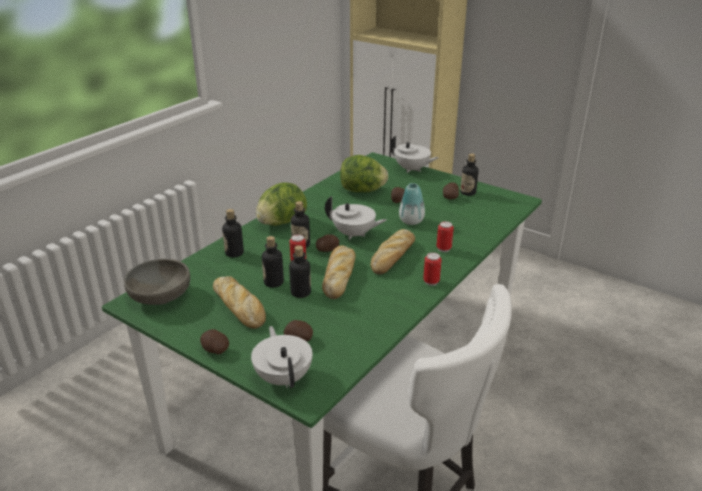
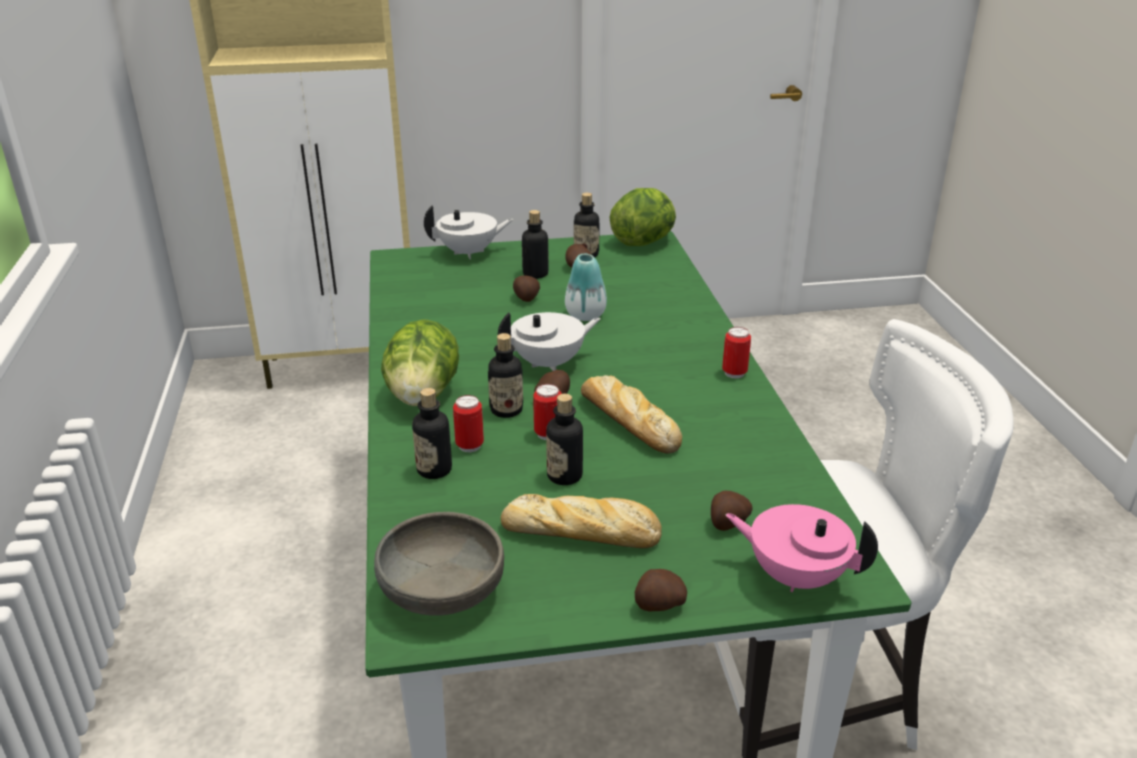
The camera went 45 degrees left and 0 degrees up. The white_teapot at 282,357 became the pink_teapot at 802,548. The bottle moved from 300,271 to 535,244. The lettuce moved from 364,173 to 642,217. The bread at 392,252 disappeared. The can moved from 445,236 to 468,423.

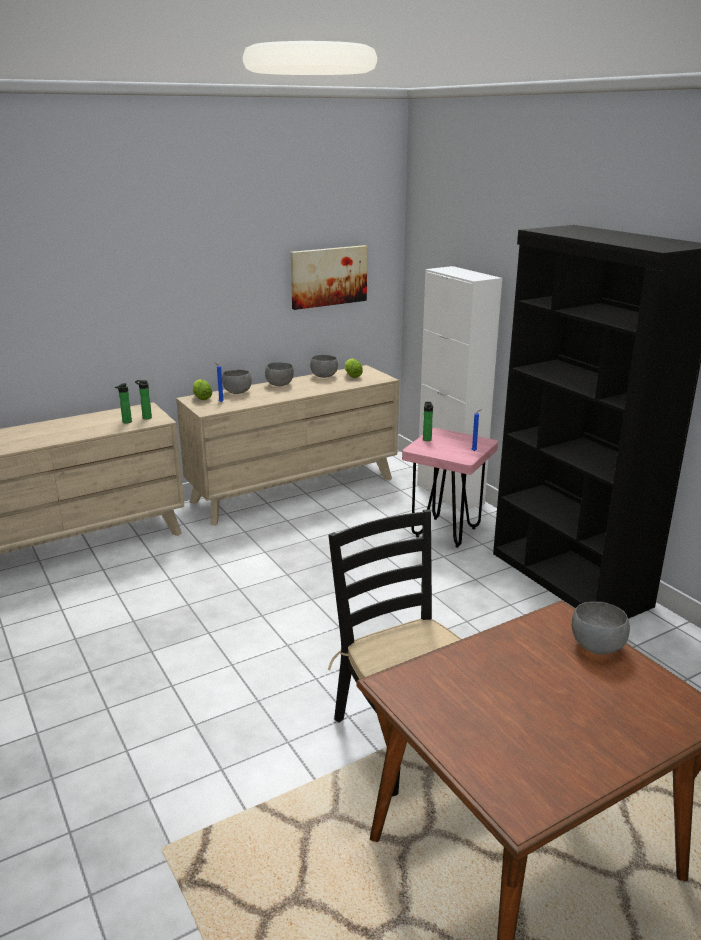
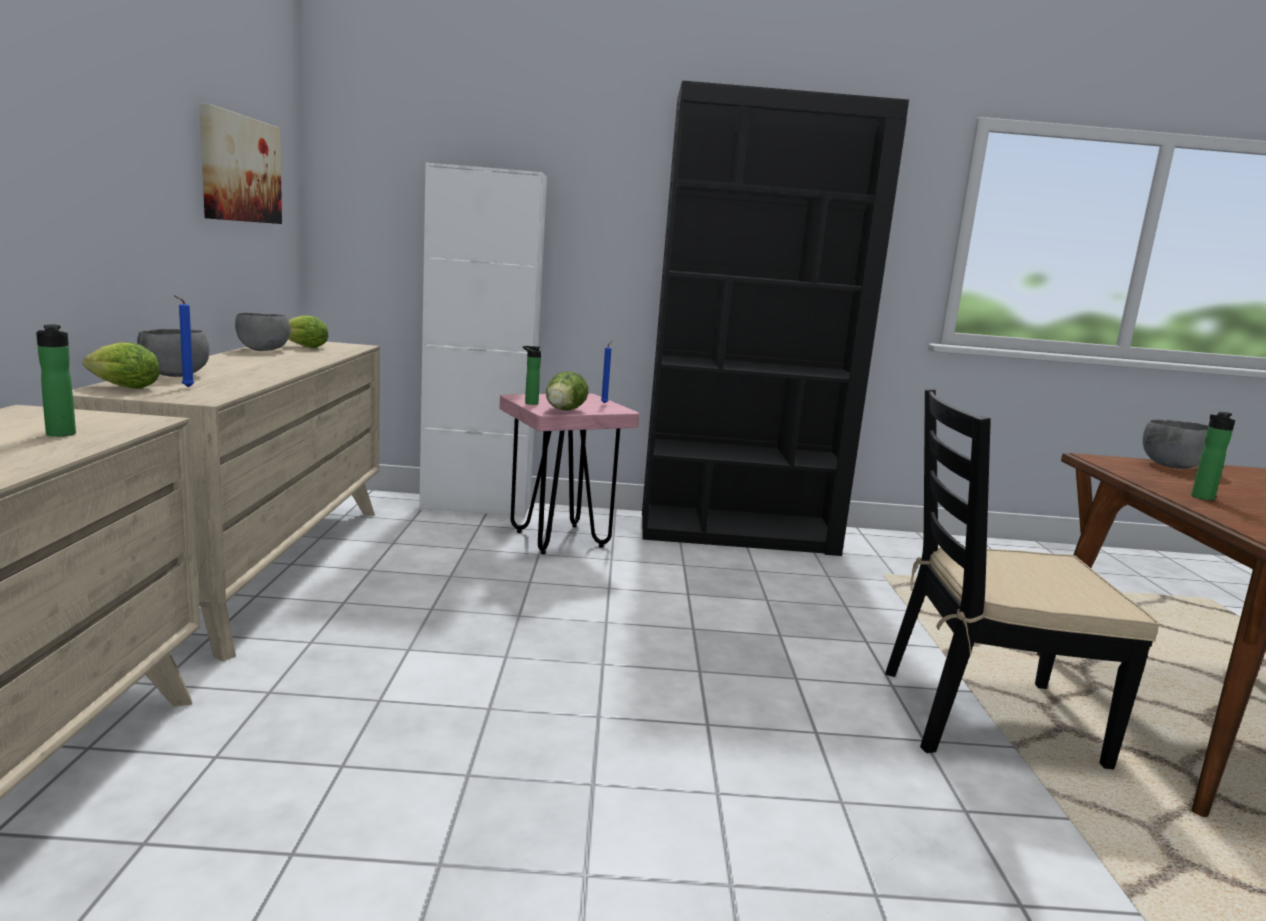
The camera went 60 degrees left and 10 degrees down. The bottle moved from 143,399 to 1213,456. The grey_bowl at 279,374 disappeared. The lettuce at 567,390 appeared.

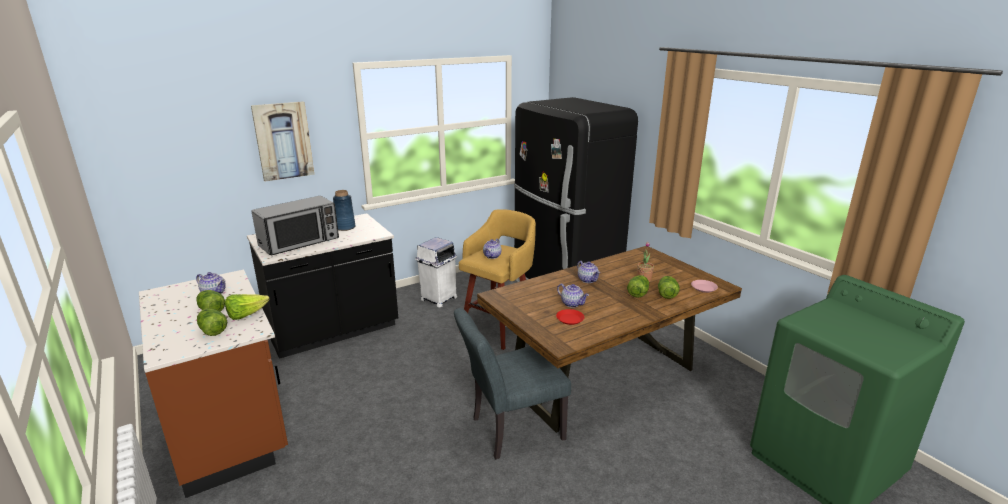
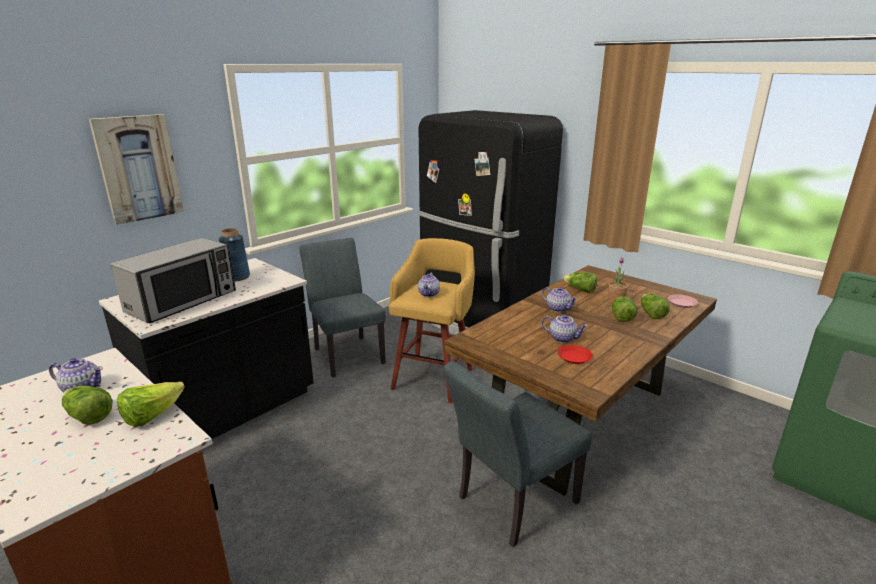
The camera went 15 degrees left and 0 degrees up. The lettuce moved from 212,322 to 579,282. The white_trash_can at 436,272 was replaced by the grey_chair at 343,308.

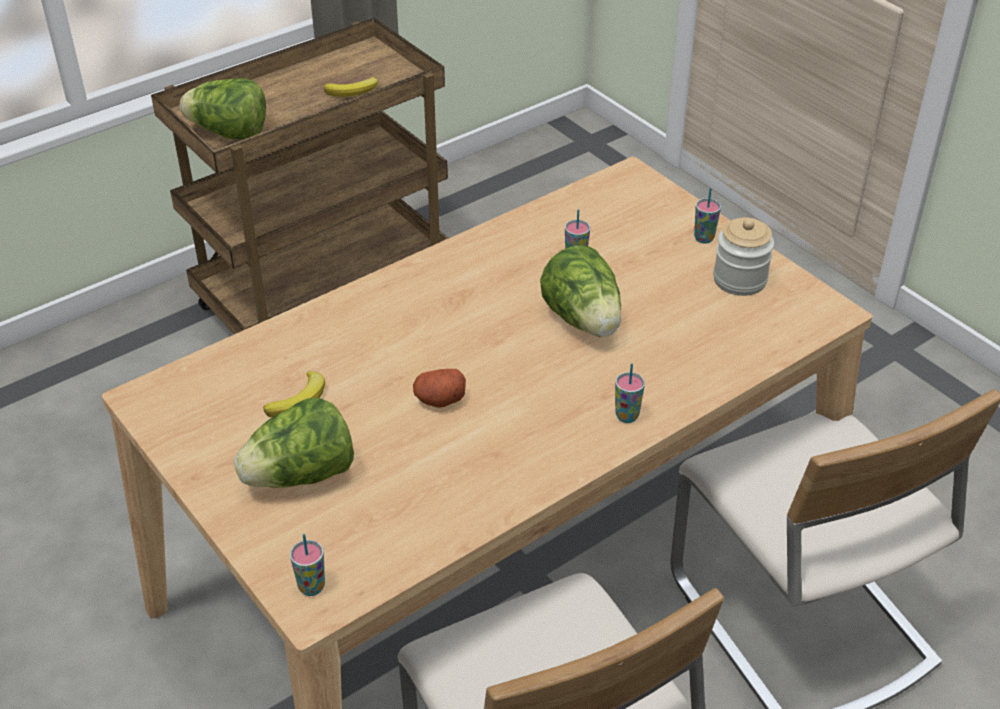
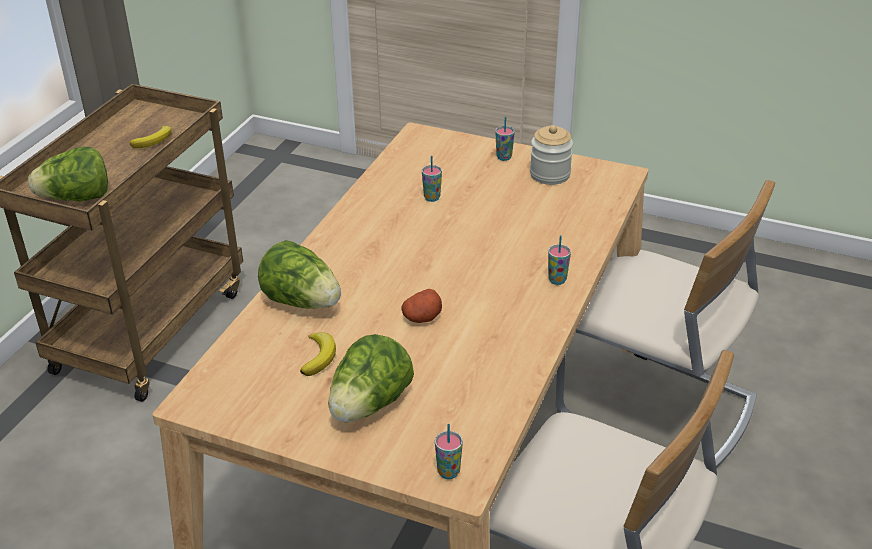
The camera went 30 degrees left and 5 degrees down. The lettuce moved from 580,291 to 299,274.

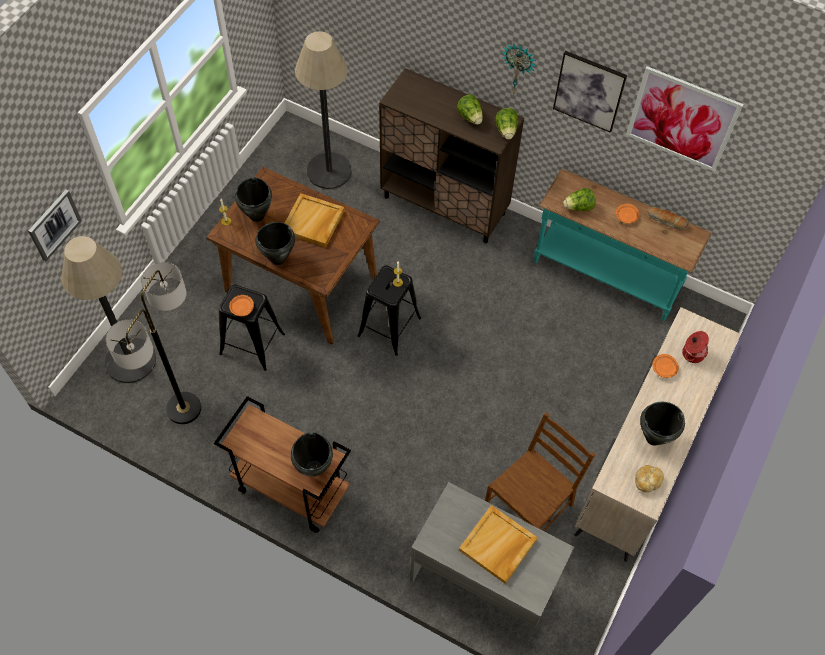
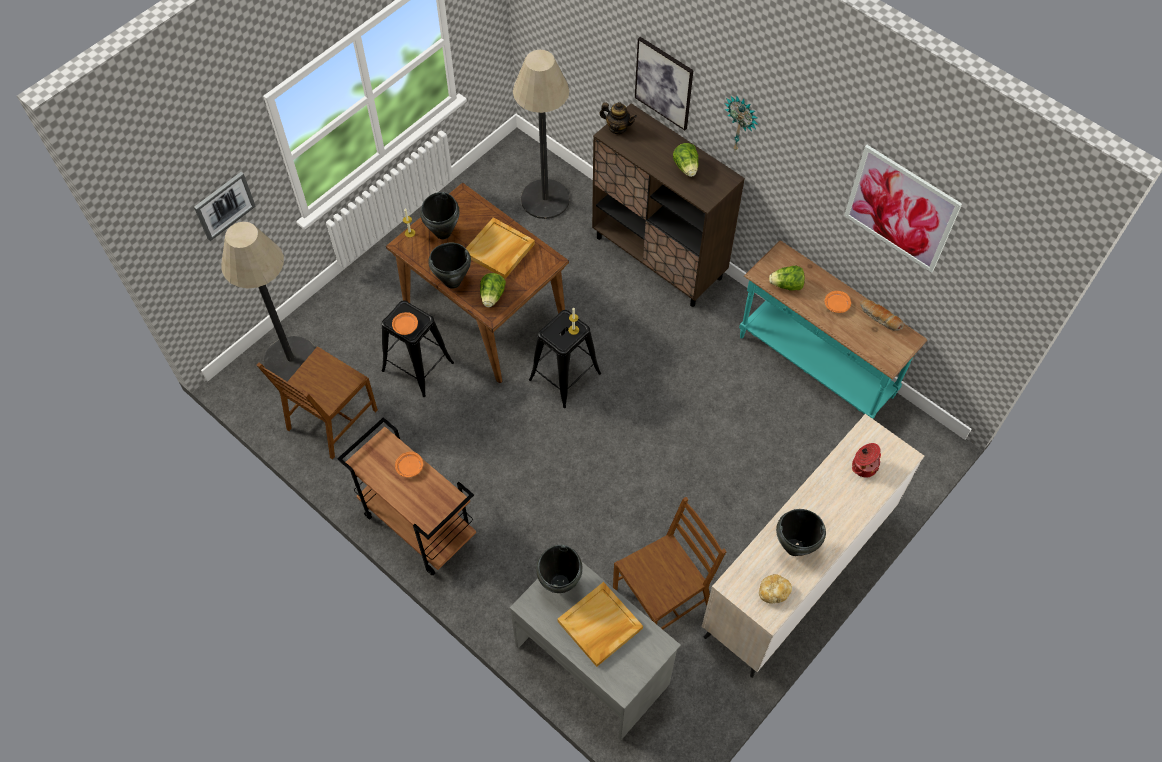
The camera went 15 degrees right and 0 degrees up. The floor_lamp at 153,343 was replaced by the brown_chair at 317,402. The black_cooking_pot moved from 312,454 to 559,569. The lettuce moved from 506,123 to 493,290. The picture moved from 590,92 to 664,84. The orange_plate moved from 665,366 to 409,464. The teapot at 618,118 appeared.

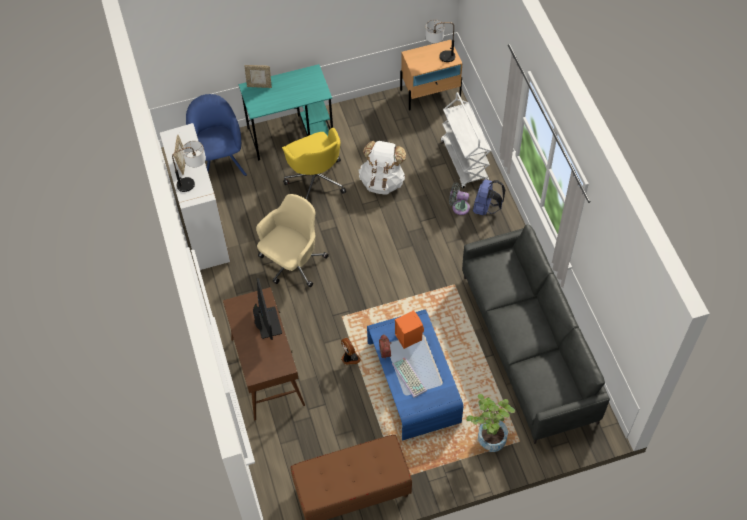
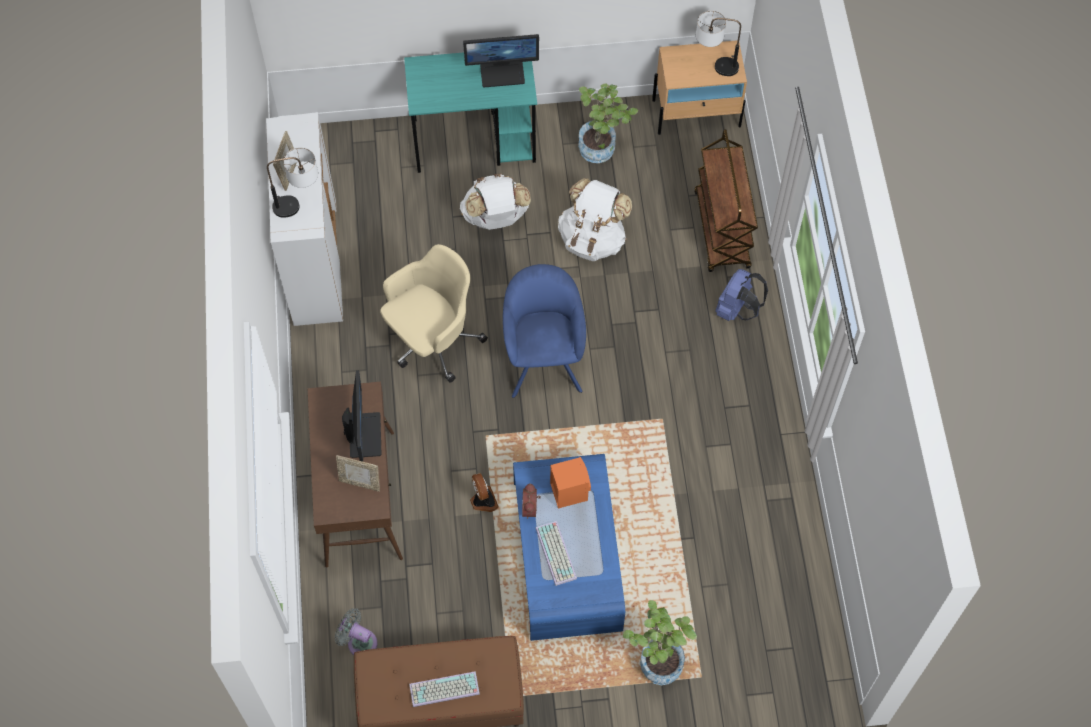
The camera went 10 degrees right and 5 degrees up. The blue_armchair moved from 216,135 to 544,331. The picture_frame moved from 258,76 to 358,473. The yellow_office_chair at 314,164 was replaced by the white_backpack at 495,201. The white_cart at 466,140 became the brown_cart at 726,200. The grey_fan moved from 459,199 to 356,631. The grey_sofa at 536,334 disappeared. The keyboard at 444,689 appeared. The monitor at 501,60 appeared. The potted_plant at 608,123 appeared.

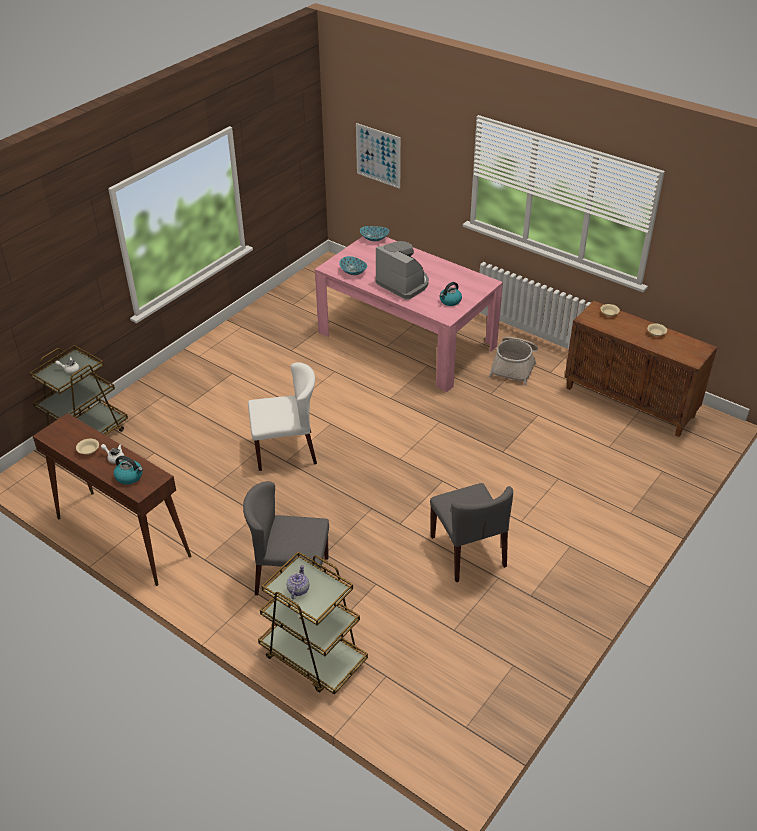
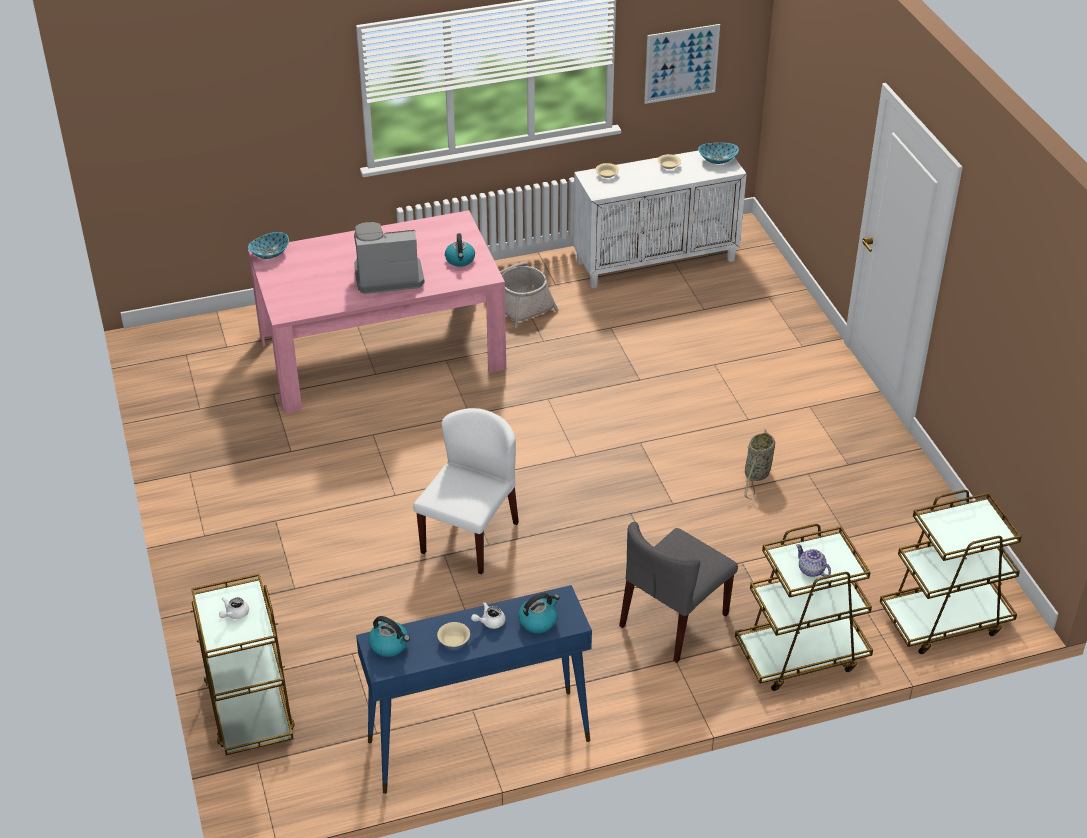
The camera went 55 degrees left and 0 degrees up. The brown_console_table at 112,499 became the blue_console_table at 474,689. The bowl moved from 353,265 to 718,153. The picture moved from 378,156 to 682,64. The grey_chair at 471,532 was replaced by the basket at 760,464. The brown_cabinet at 641,368 became the white_cabinet at 660,219. The kettle at 389,636 appeared. The brown_cart at 951,572 appeared.

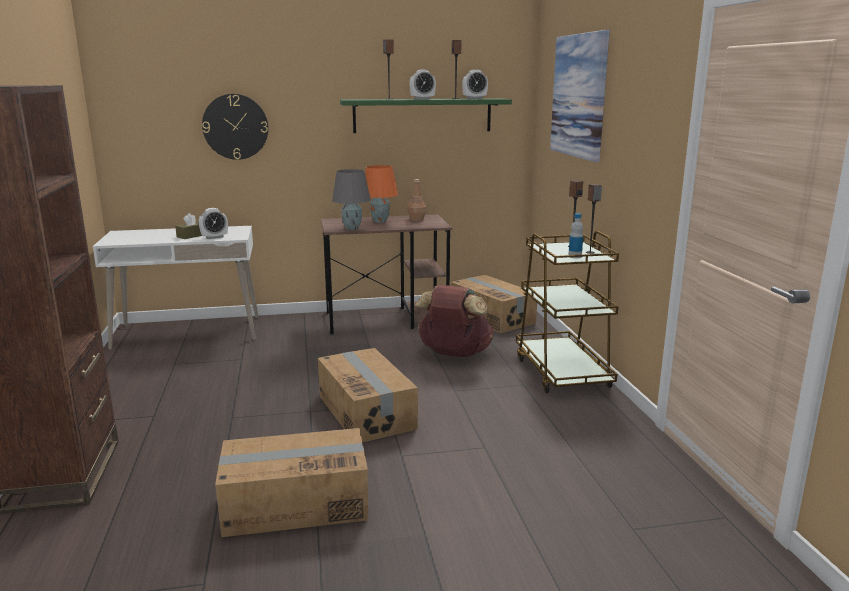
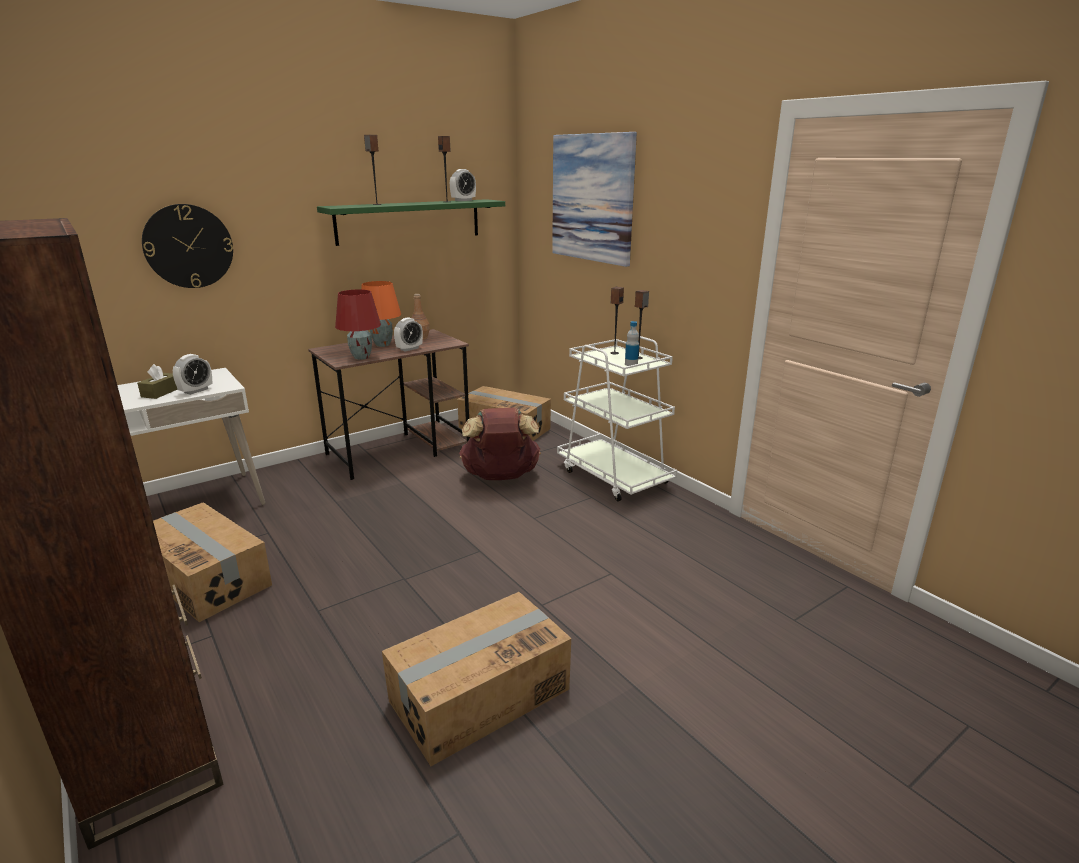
The camera went 25 degrees left and 5 degrees up. The cardboard_box moved from 368,395 to 212,562. The grey_table_lamp at 351,199 became the red_table_lamp at 358,324. The alarm_clock moved from 423,84 to 408,334. The brown_cart at 567,312 became the white_cart at 617,418.

